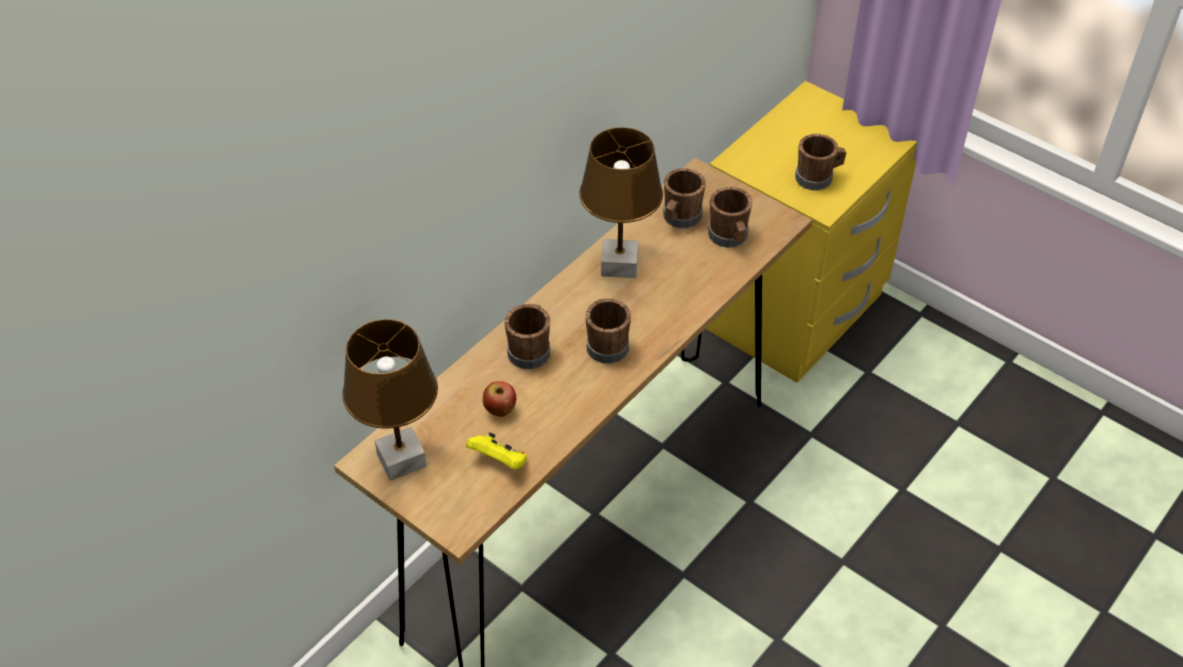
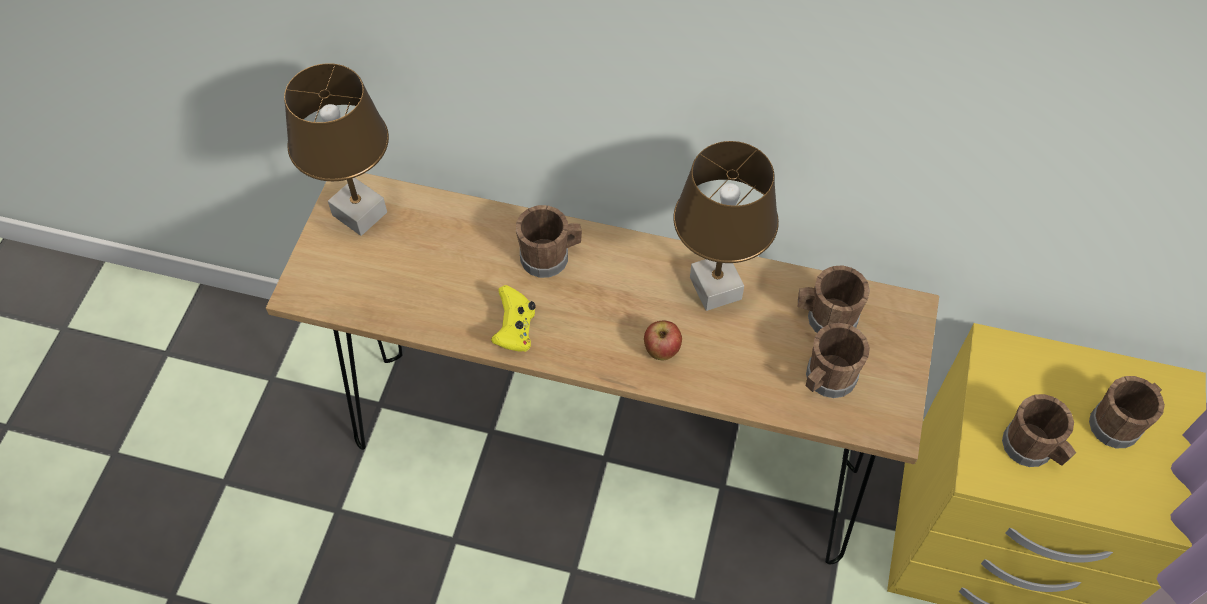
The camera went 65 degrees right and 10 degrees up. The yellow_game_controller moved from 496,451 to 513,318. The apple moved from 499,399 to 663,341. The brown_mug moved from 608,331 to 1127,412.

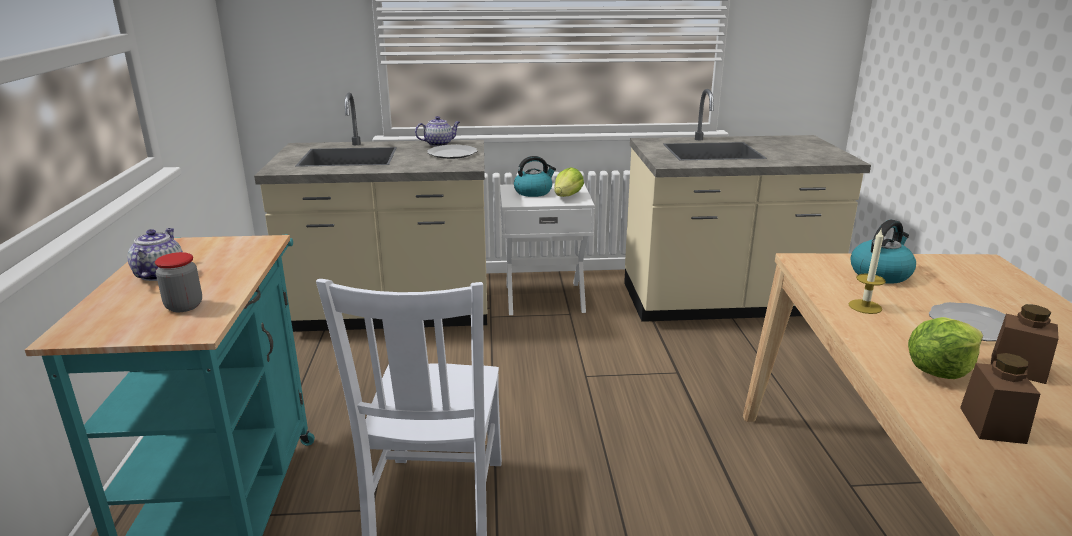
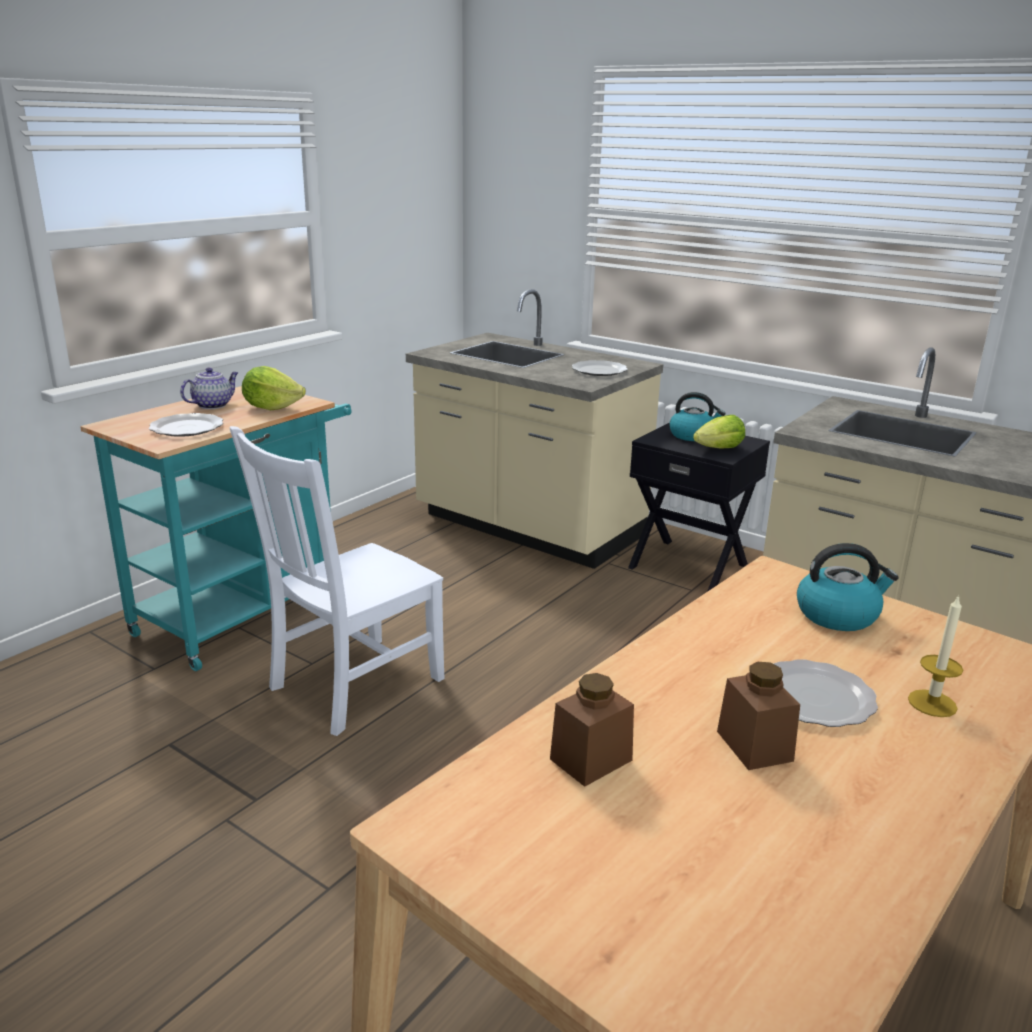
The camera went 40 degrees right and 0 degrees up. The jar at 178,282 was replaced by the plate at 186,425. The teapot at 437,131 disappeared. The white_nightstand at 547,249 became the black_nightstand at 699,507. The candle moved from 867,272 to 935,656. The lettuce moved from 945,348 to 274,388.

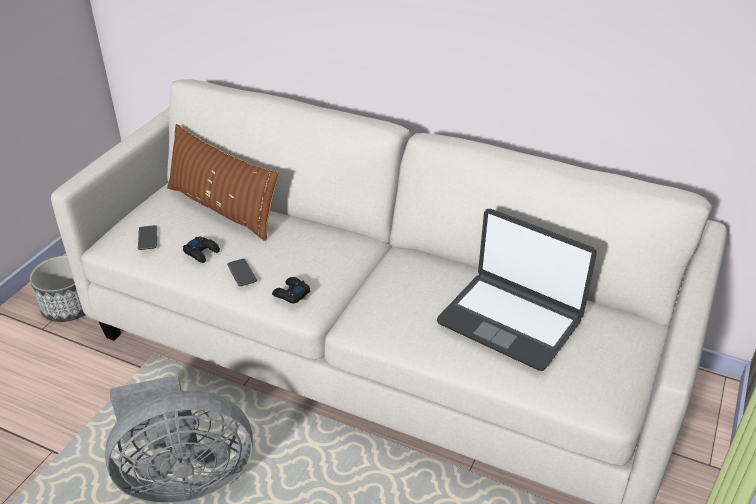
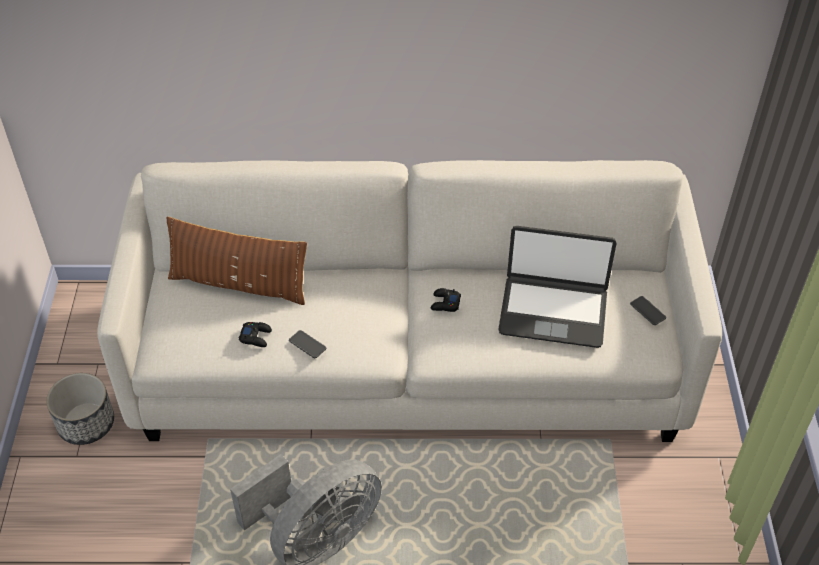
The camera went 25 degrees left and 10 degrees up. The phone moved from 147,237 to 648,310. The black_game_controller moved from 291,290 to 446,300.

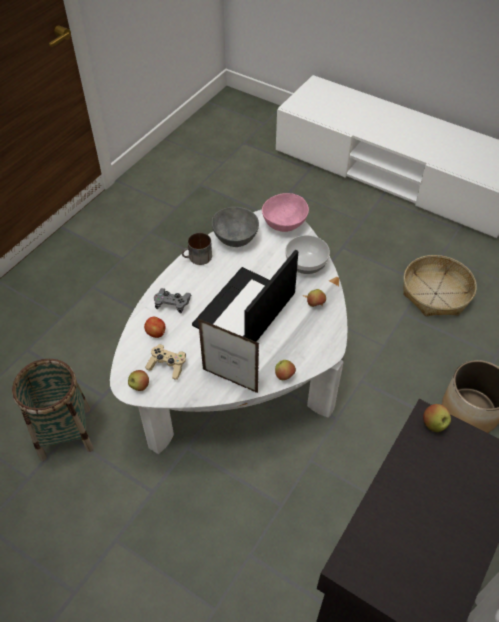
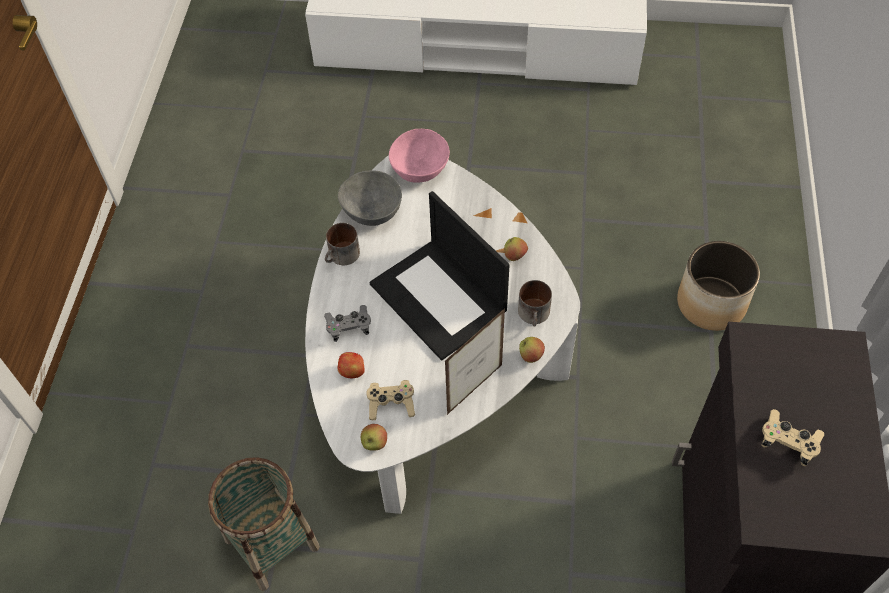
The camera went 25 degrees left and 5 degrees up. The laptop at 245,296 turned 45 degrees counterclockwise. The picture_frame at 228,355 turned 135 degrees clockwise. The bowl at 307,254 disappeared. The basket at 440,285 disappeared. The apple at 437,418 disappeared. The mug at 535,303 appeared. The beige_game_controller at 793,437 appeared.

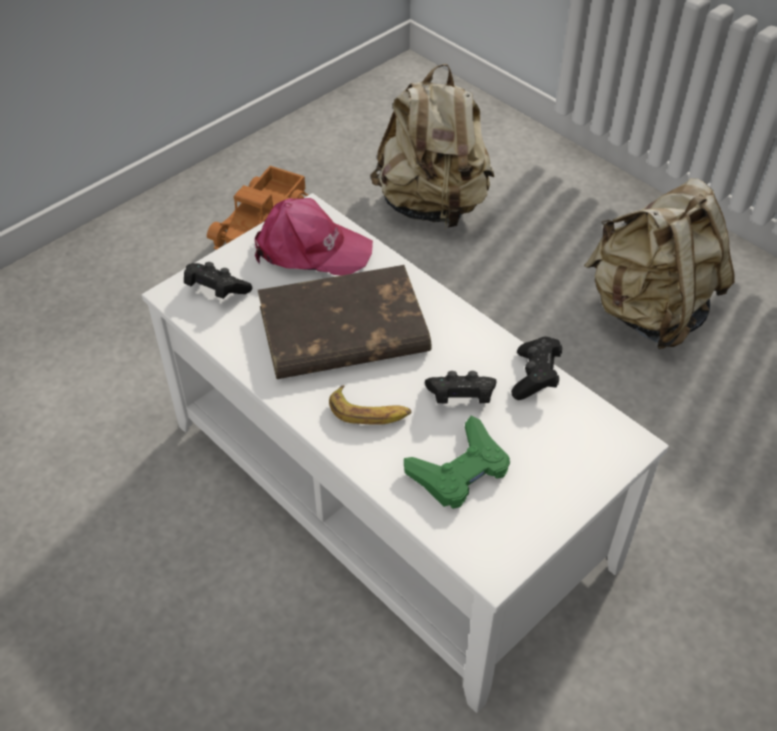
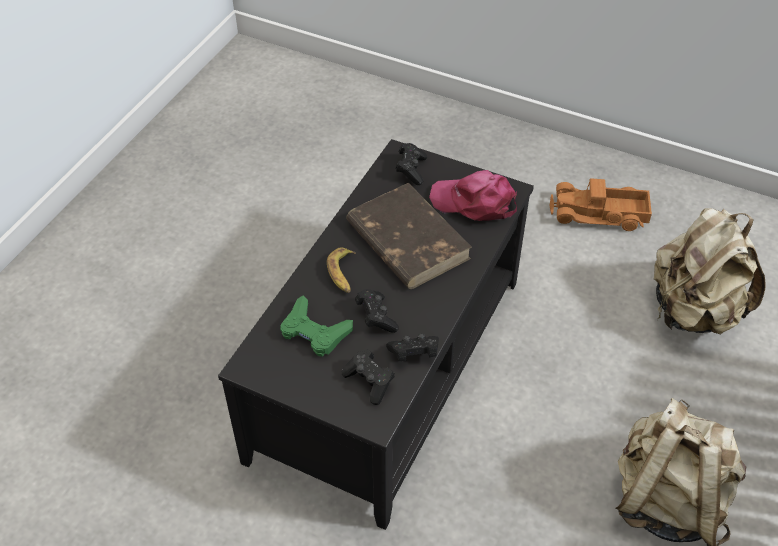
The camera went 70 degrees right and 0 degrees up. The white_coffee_table at 405,453 became the black_coffee_table at 376,334. The pink_cap at 314,236 turned 120 degrees clockwise. The black_game_controller at 368,377 appeared.

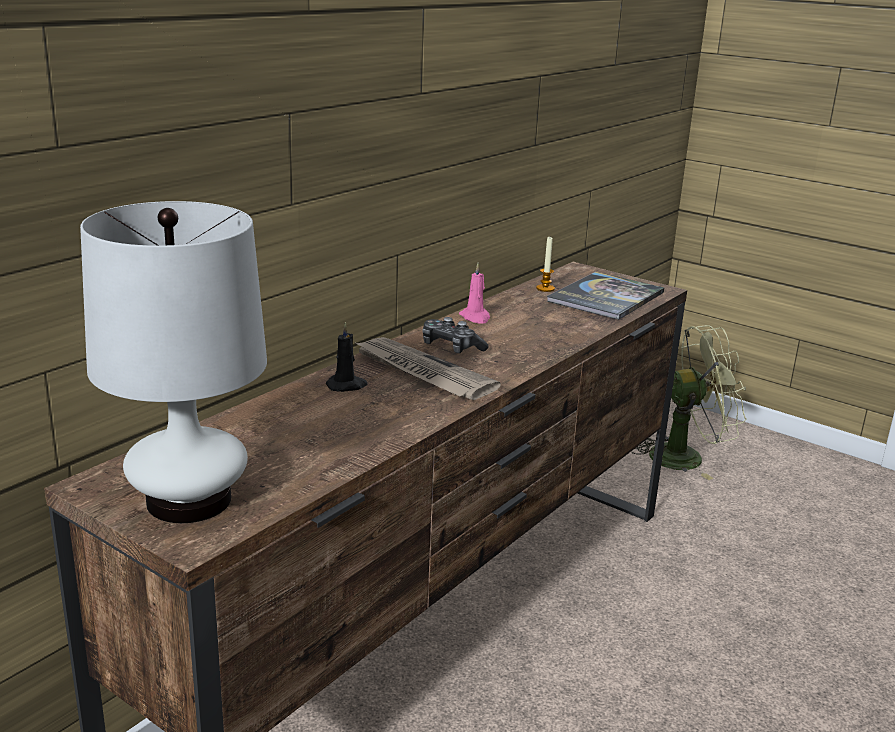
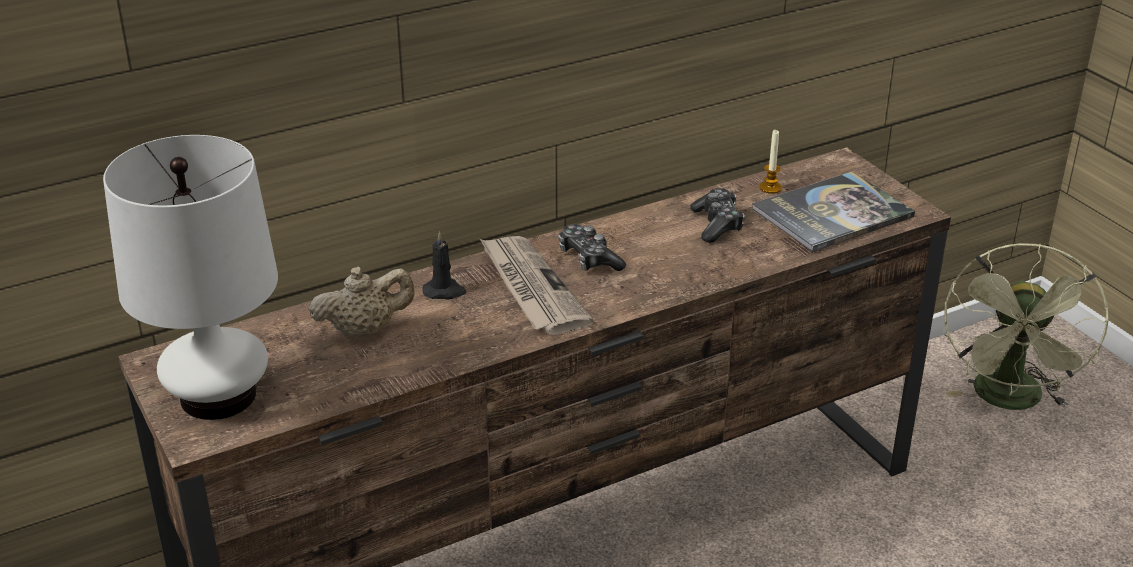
The camera went 25 degrees right and 10 degrees up. The pink_candle at 474,293 disappeared. The green_fan at 688,402 turned 90 degrees clockwise. The beige_teapot at 362,302 appeared. The game_controller at 717,215 appeared.

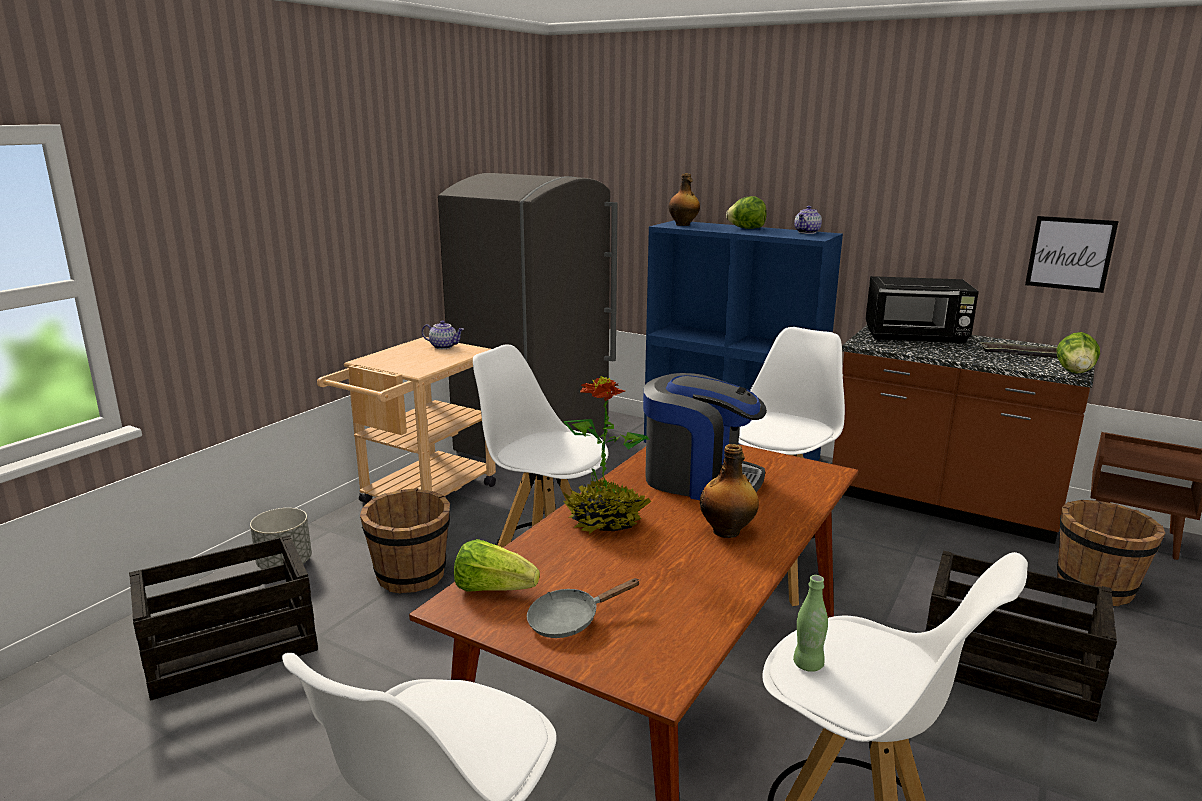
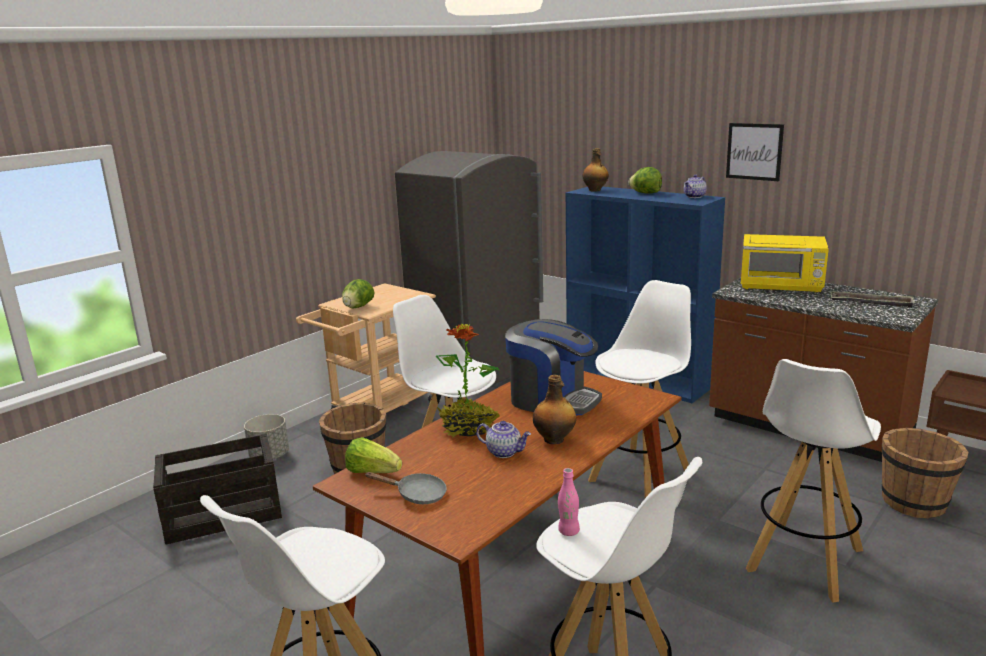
The camera went 10 degrees right and 0 degrees up. The teapot moved from 443,334 to 503,439. The grey_frying_pan at 583,608 turned 150 degrees counterclockwise. The green_bottle at 810,623 became the pink_bottle at 569,502. The black_microwave at 922,310 became the yellow_microwave at 785,263. The crate at 1021,636 was replaced by the white_stool at 813,480. The picture moved from 1072,254 to 755,152. The lettuce moved from 1078,353 to 358,293.

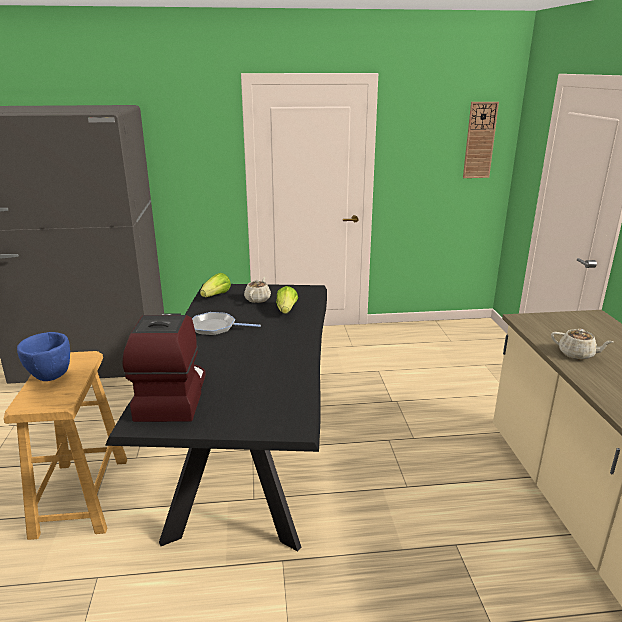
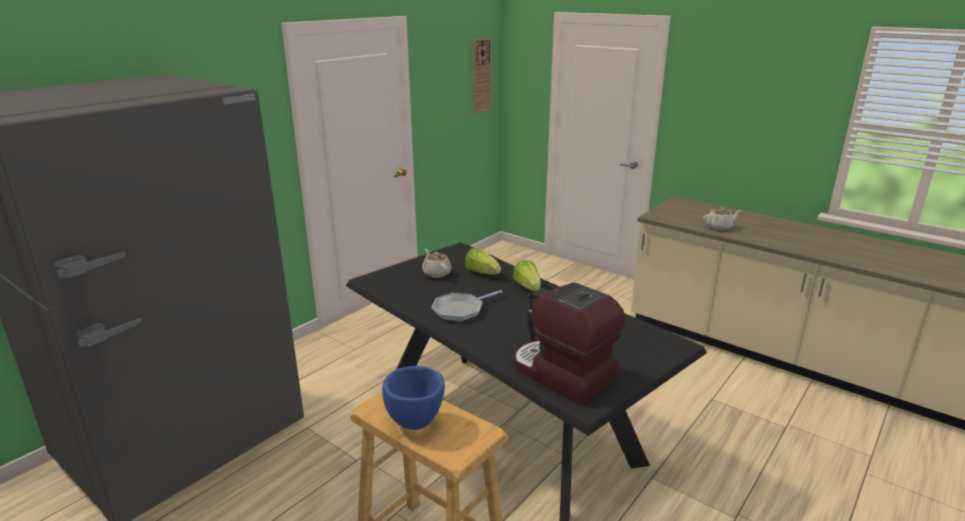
The camera went 45 degrees left and 0 degrees up. The lettuce moved from 215,285 to 527,275.

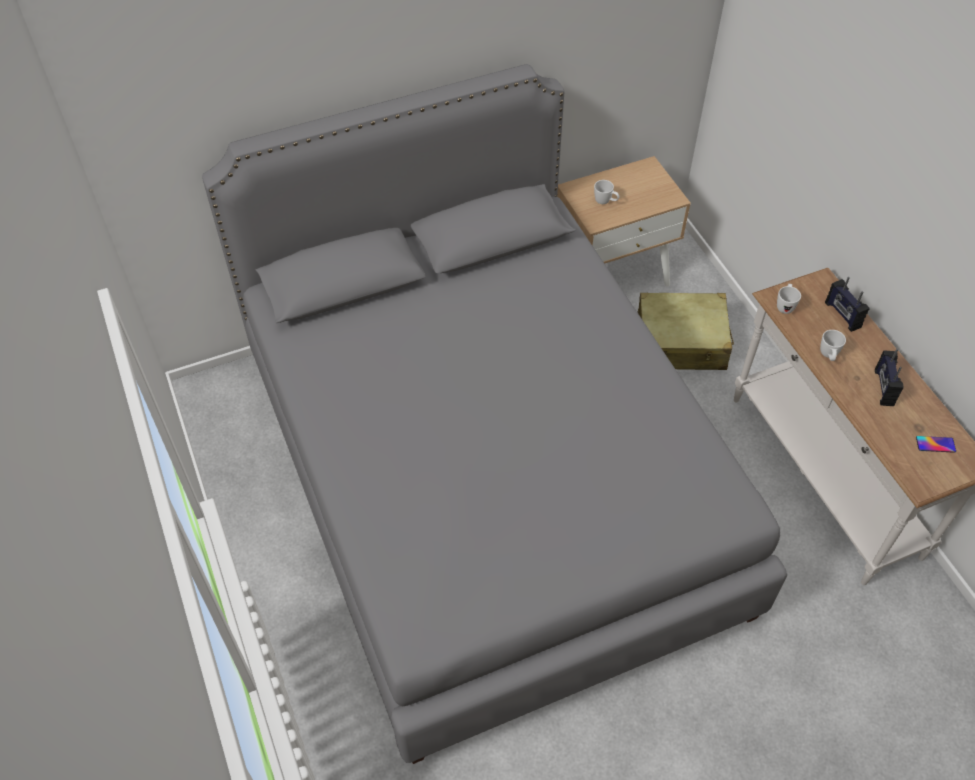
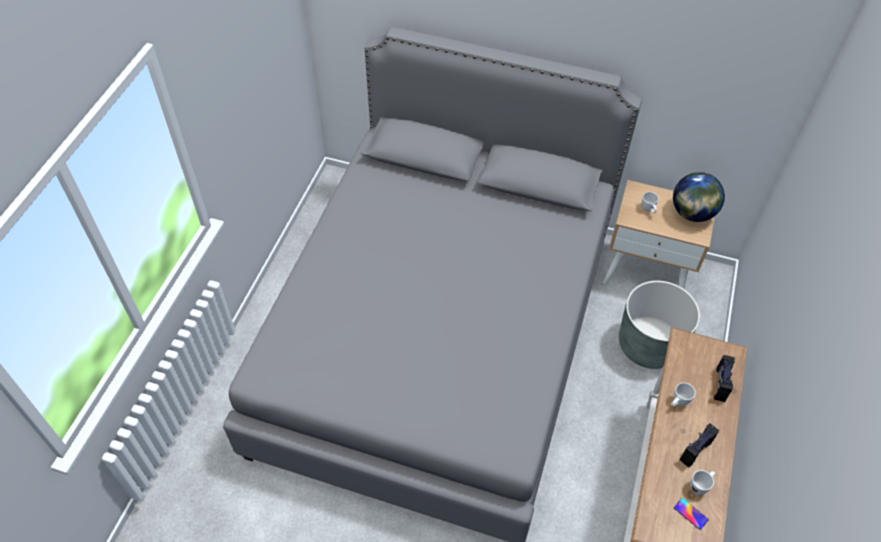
The camera went 40 degrees right and 0 degrees up. The beige_suitcase at 685,331 was replaced by the grey_planter at 659,325. The white_mug moved from 789,299 to 703,482. The globe at 699,197 appeared.

